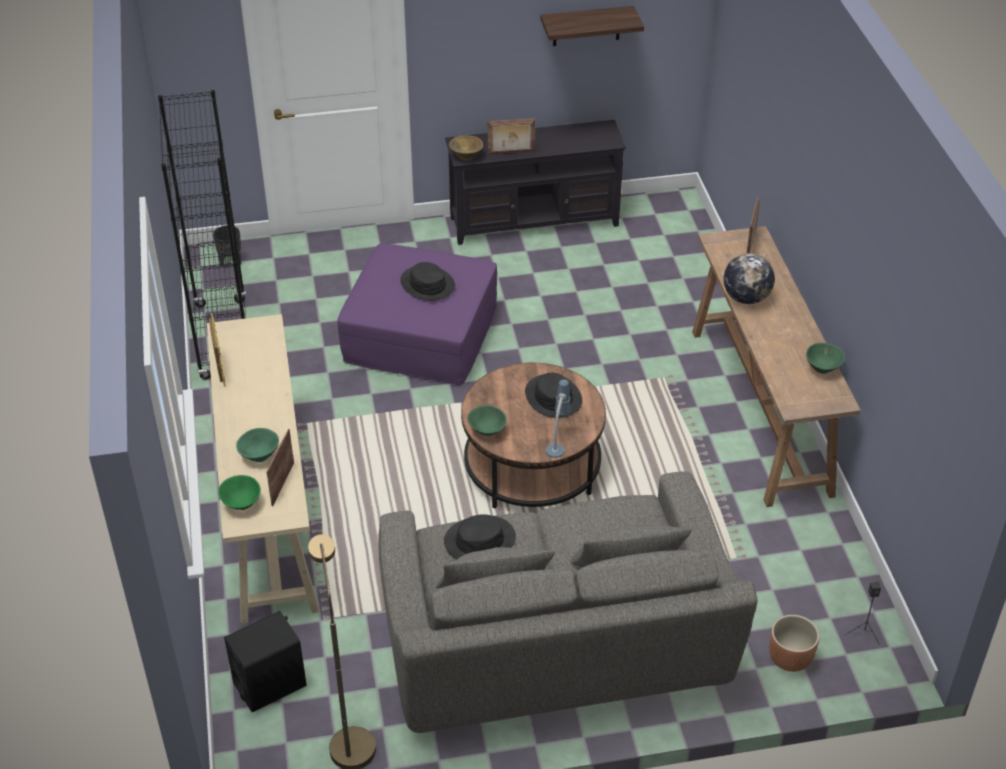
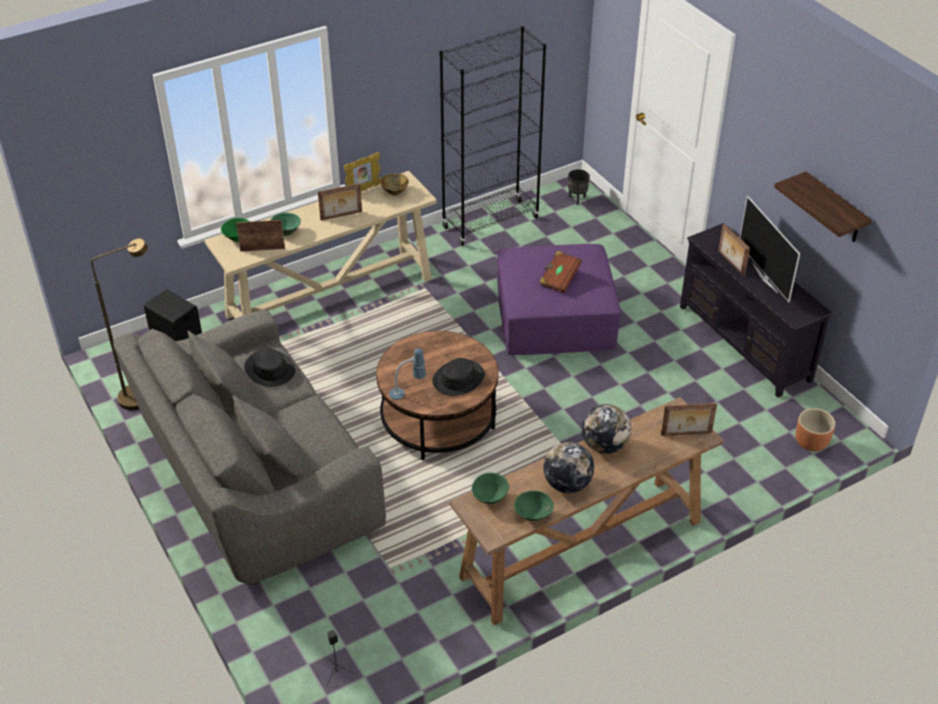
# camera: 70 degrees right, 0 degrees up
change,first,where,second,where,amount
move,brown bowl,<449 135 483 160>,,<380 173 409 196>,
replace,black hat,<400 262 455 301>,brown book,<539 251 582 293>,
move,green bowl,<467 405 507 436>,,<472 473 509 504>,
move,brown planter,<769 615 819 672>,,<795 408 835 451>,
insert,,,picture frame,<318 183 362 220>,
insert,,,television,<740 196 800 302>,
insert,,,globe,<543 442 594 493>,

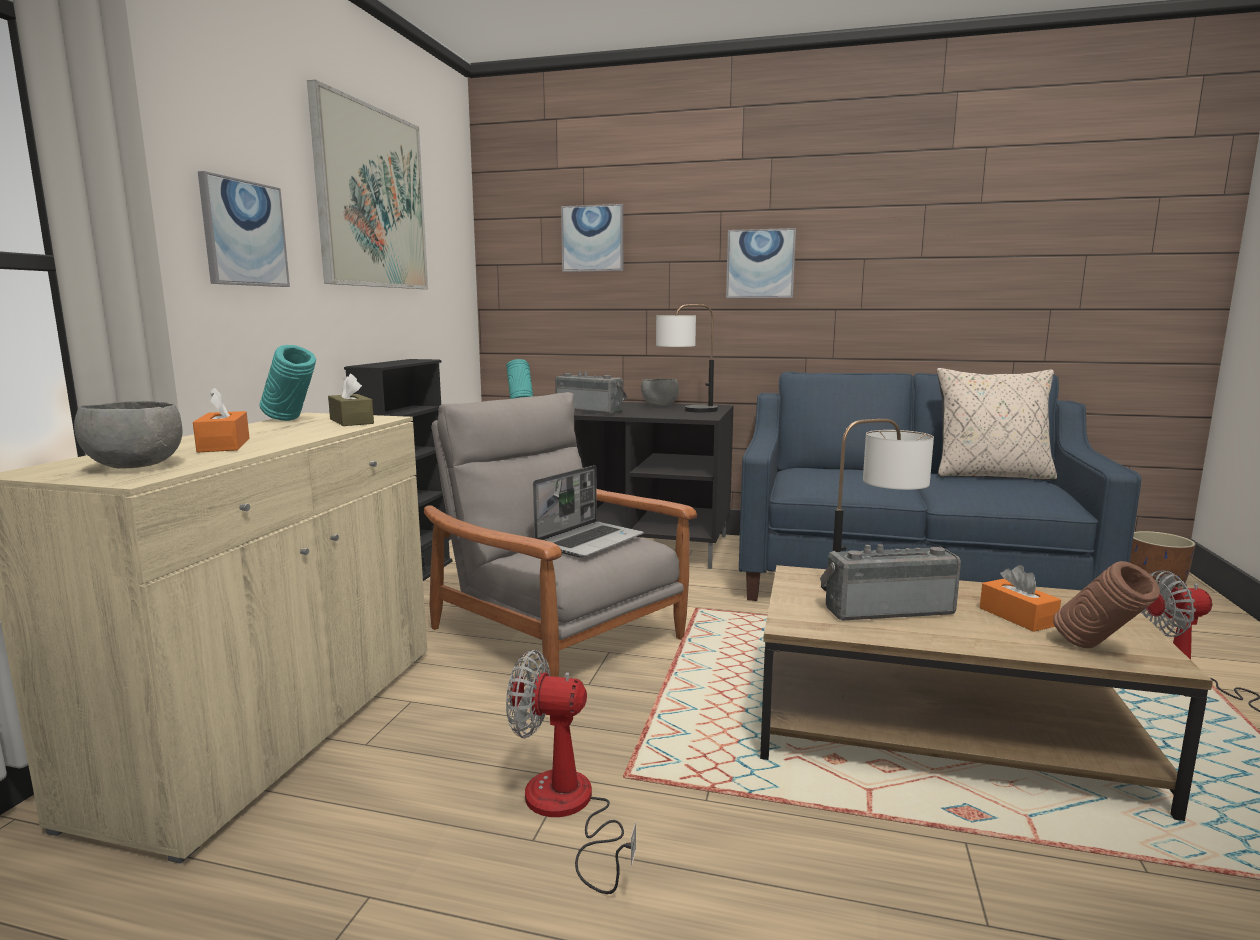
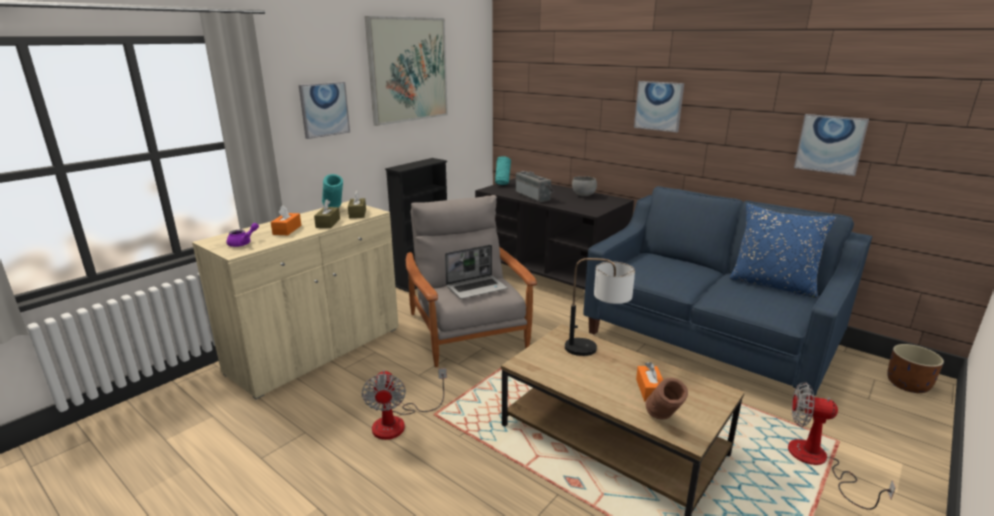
# camera: 25 degrees right, 10 degrees up
change,first,where,second,where,amount
move,picture,<561 204 623 272>,,<794 114 869 176>,
delete,table lamp,<656 304 718 413>,,,
recolor,beige pillow,<937 368 1057 481>,blue pillow,<730 203 836 298>,
replace,grey bowl,<74 401 182 469>,purple teapot,<226 223 259 247>,
delete,radio,<820 544 961 620>,,,
rotate,fan,<506 650 636 894>,,<362 368 447 440>,135 degrees counterclockwise
insert,,,brown tissue box,<314 199 340 228>,

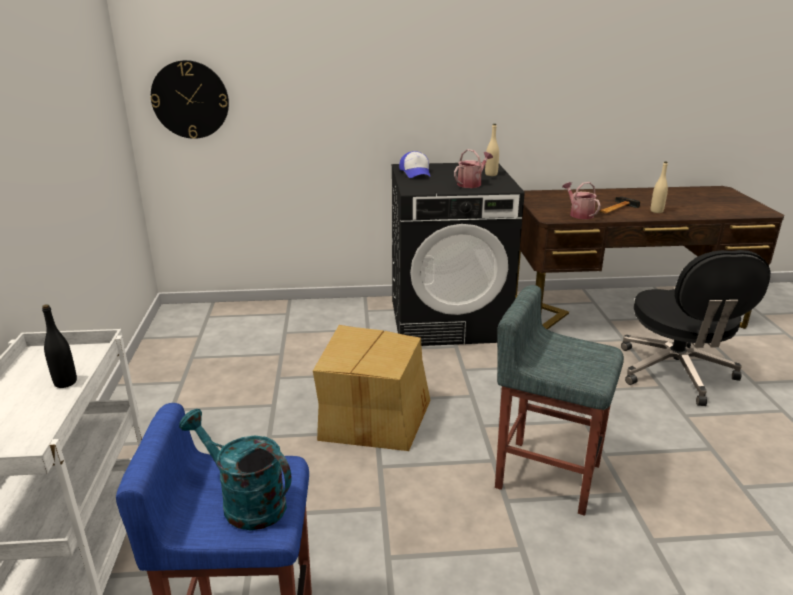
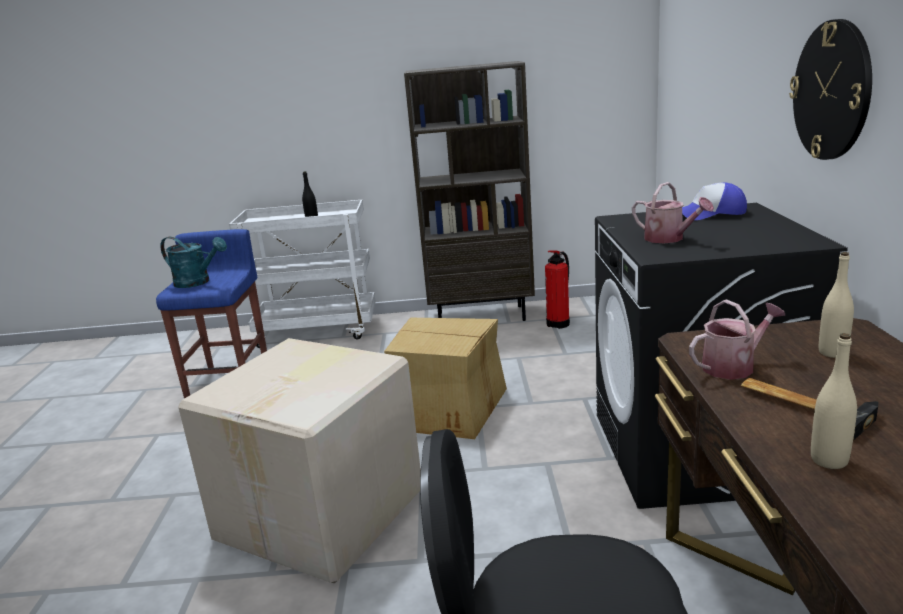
# camera: 95 degrees right, 5 degrees down
change,first,where,second,where,amount
move,wall clock,<151 60 229 139>,,<789 19 872 160>,
move,beige bottle,<485 124 499 176>,,<819 252 854 358>,
replace,grey stool,<495 285 624 516>,cardboard box,<179 338 421 583>,
rotate,turquoise watering can,<179 409 292 530>,,<160 237 227 288>,75 degrees clockwise
insert,,,brown bookcase,<404 61 535 321>,
insert,,,fire extinguisher,<545 250 570 329>,

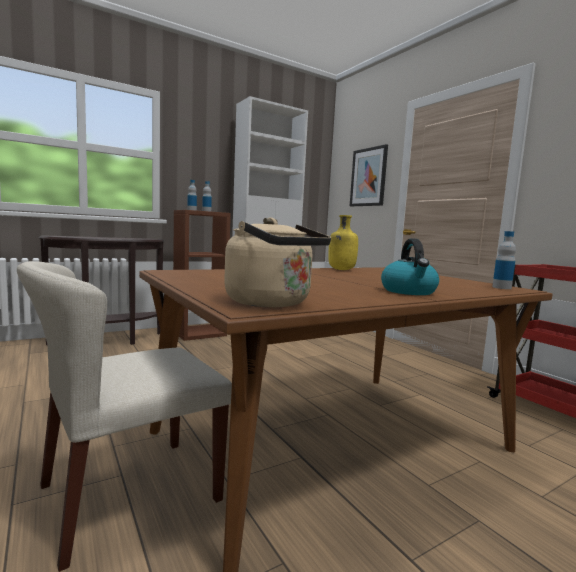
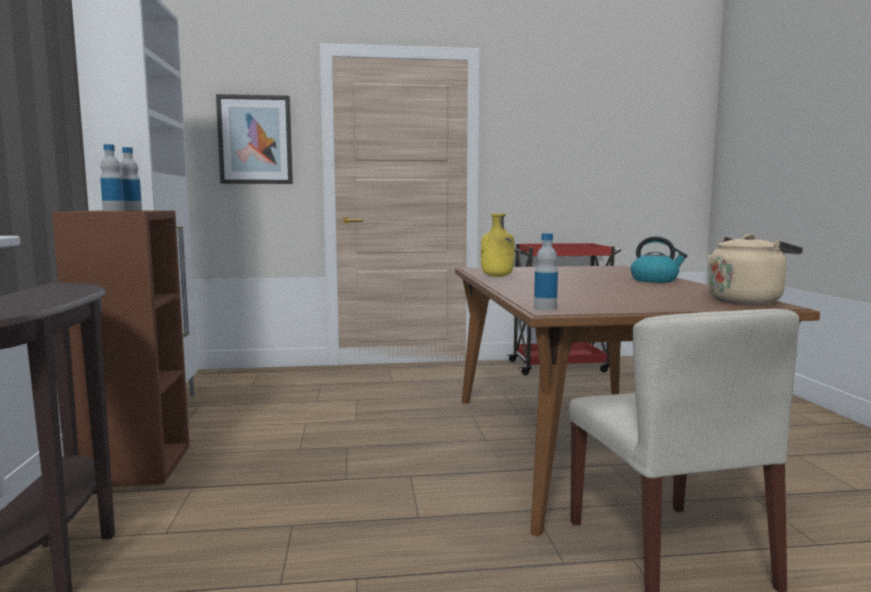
# camera: 65 degrees left, 0 degrees up
change,first,where,second,where,amount
move,bottle,<492 231 516 289>,,<534 233 558 310>,

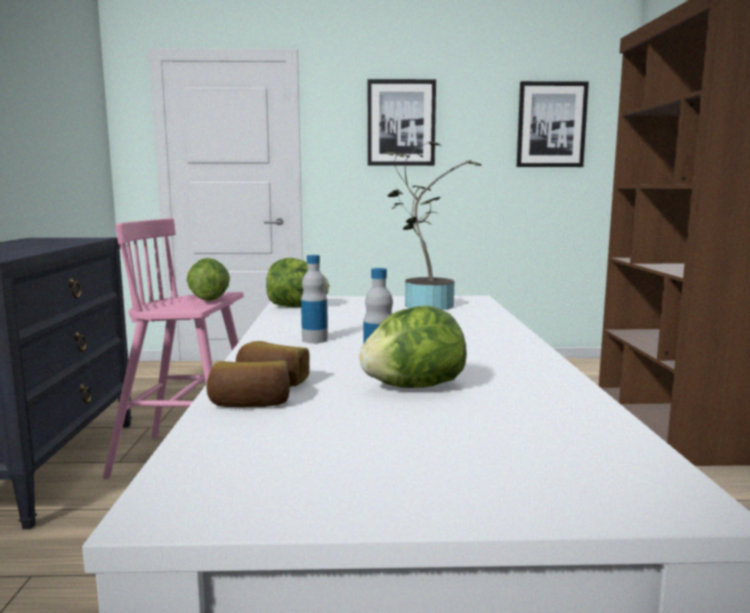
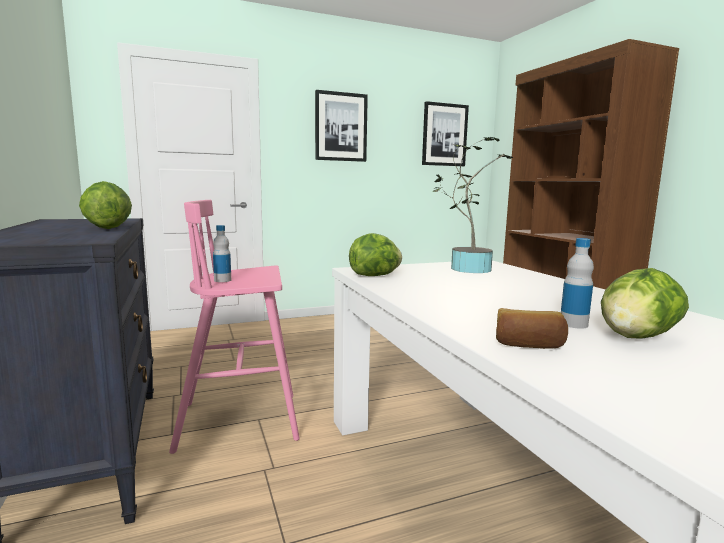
# camera: 20 degrees left, 0 degrees up
change,first,where,second,where,amount
move,bottle,<301 255 328 343>,,<213 225 231 282>,
move,lettuce,<187 258 230 301>,,<79 181 132 229>,
delete,bread,<206 361 290 407>,,,

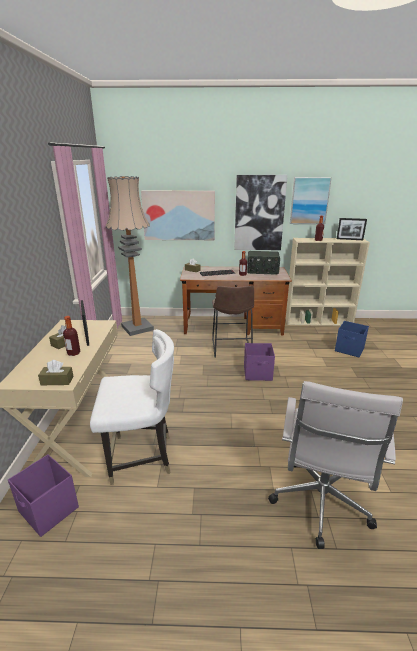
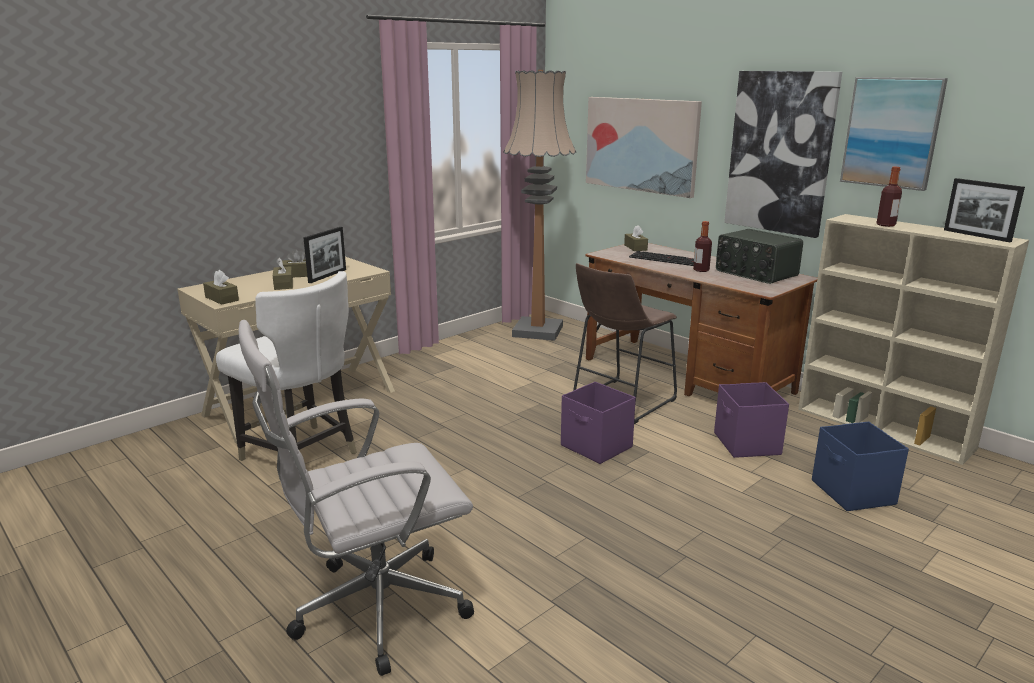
# camera: 45 degrees right, 5 degrees down
change,first,where,second,where,amount
replace,bottle,<63 316 81 356>,brown tissue box,<273 258 293 290>,
move,purple storage box,<8 454 79 537>,,<714 382 789 458>,

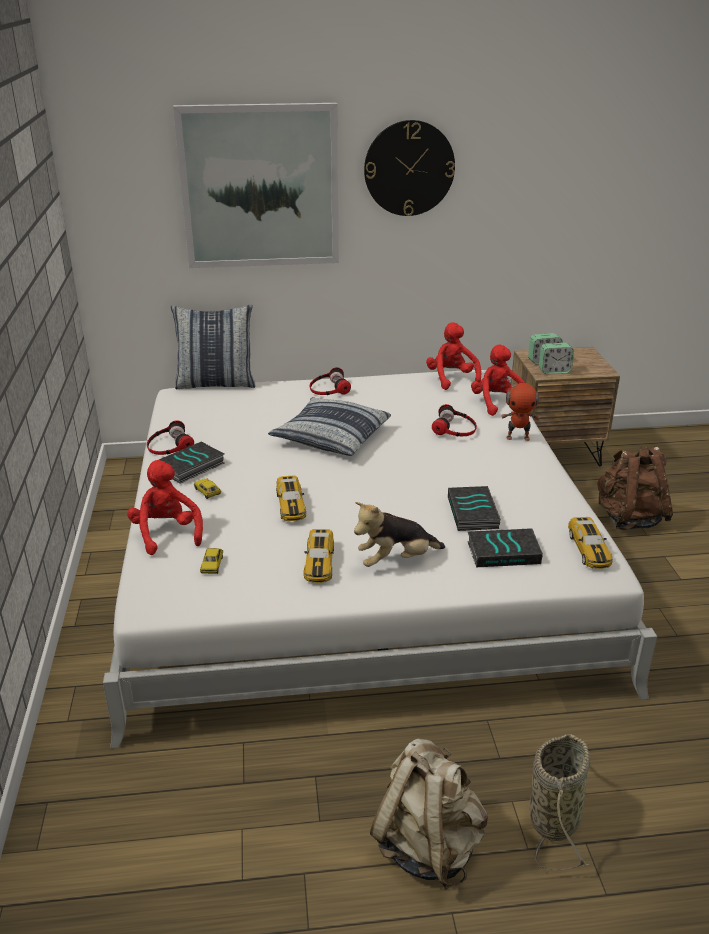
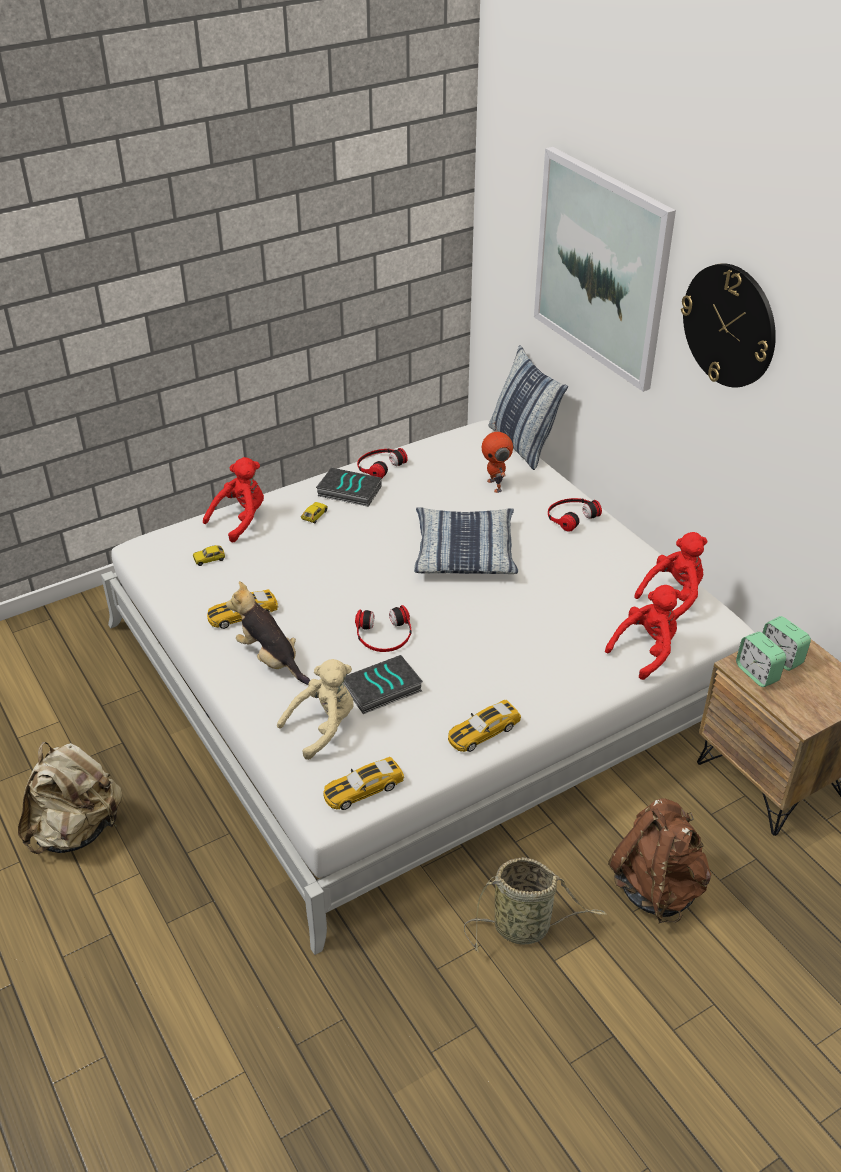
# camera: 65 degrees right, 10 degrees up
change,first,where,second,where,amount
move,toy robot,<501 379 539 441>,,<482 421 513 493>,
move,headphones,<432 404 477 436>,,<355 605 412 652>,
move,toy car,<276 475 306 521>,,<448 700 521 752>,
replace,book,<467 528 543 567>,beige plush toy,<277 659 354 760>,
move,basket,<530 733 589 870>,,<464 857 607 952>,

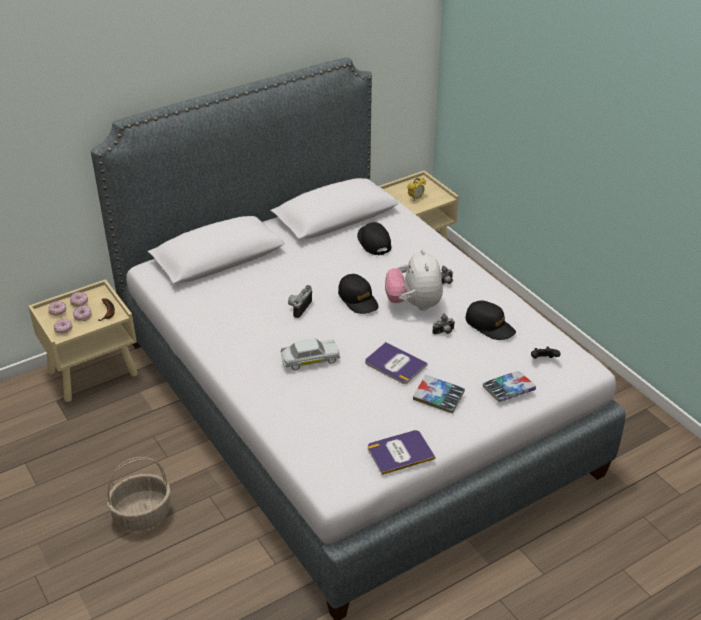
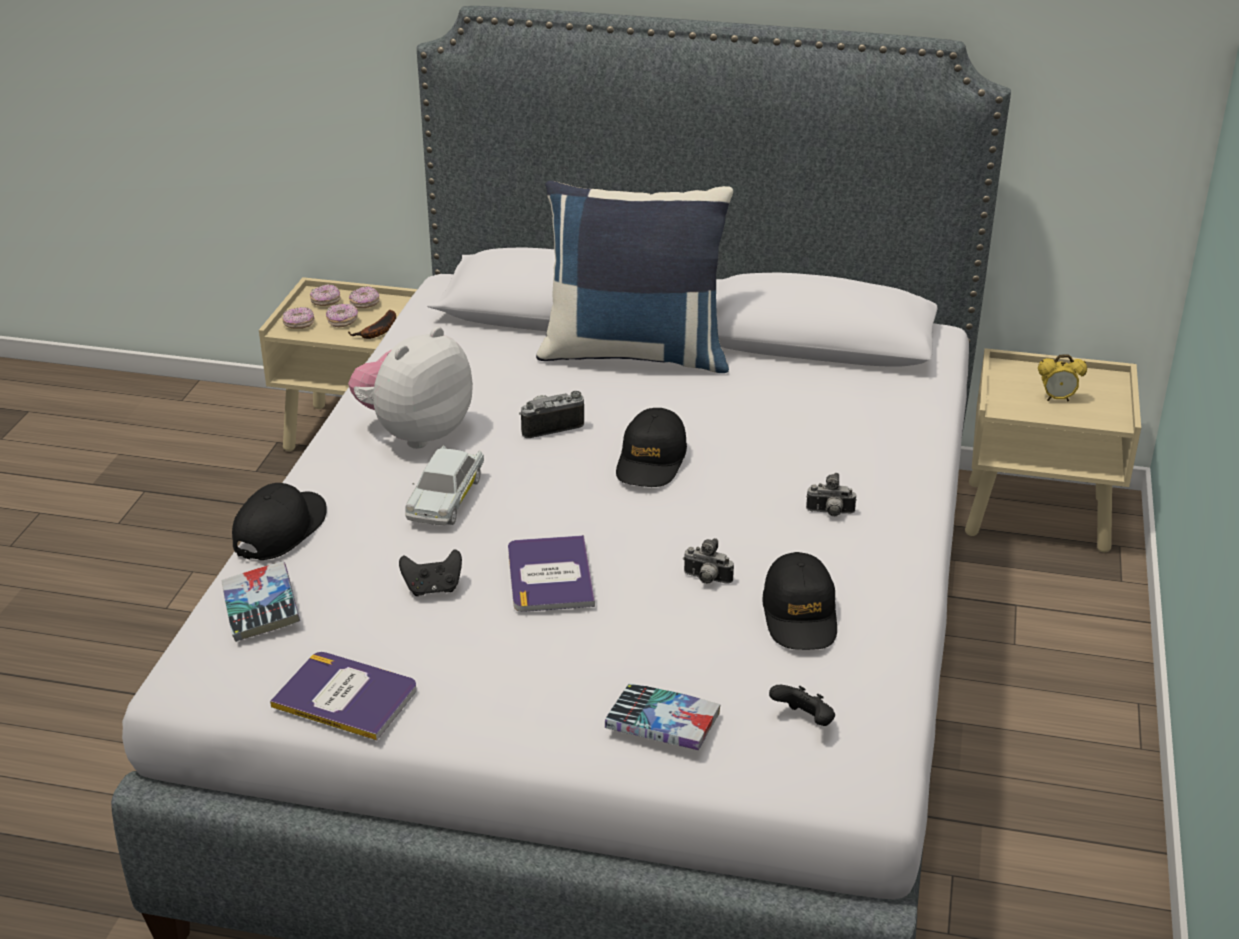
# camera: 45 degrees right, 5 degrees down
change,first,where,second,where,amount
move,black cap,<357 222 391 255>,,<232 483 327 560>,
move,plush toy,<385 249 443 311>,,<348 327 473 449>,
rotate,white toy car,<281 338 340 370>,,<405 445 484 525>,75 degrees clockwise
move,book,<413 375 465 413>,,<221 561 300 642>,
delete,basket,<107 457 171 531>,,,
insert,,,blue pillow,<536 180 733 373>,
insert,,,black game controller,<399 549 462 596>,

